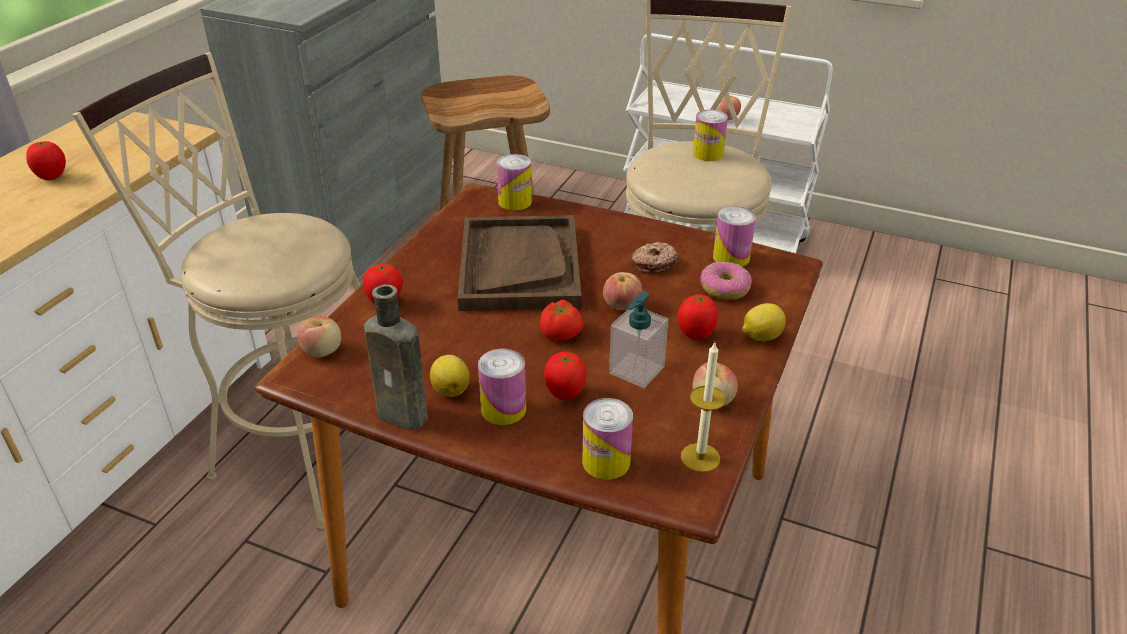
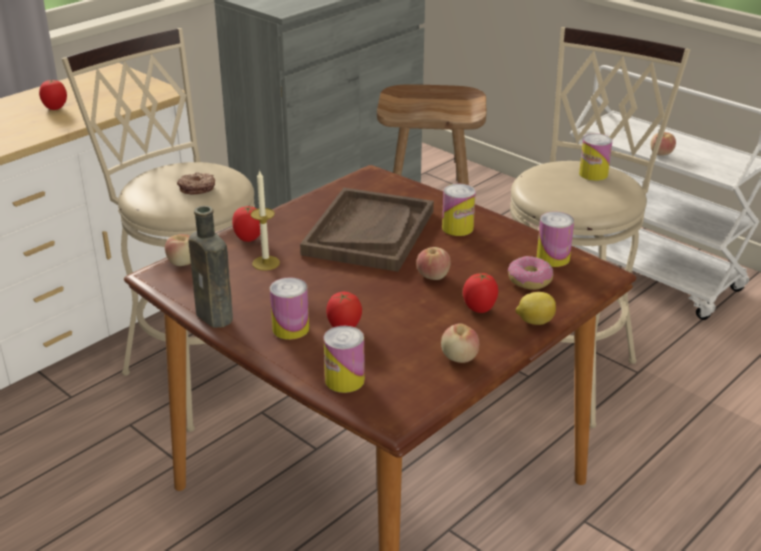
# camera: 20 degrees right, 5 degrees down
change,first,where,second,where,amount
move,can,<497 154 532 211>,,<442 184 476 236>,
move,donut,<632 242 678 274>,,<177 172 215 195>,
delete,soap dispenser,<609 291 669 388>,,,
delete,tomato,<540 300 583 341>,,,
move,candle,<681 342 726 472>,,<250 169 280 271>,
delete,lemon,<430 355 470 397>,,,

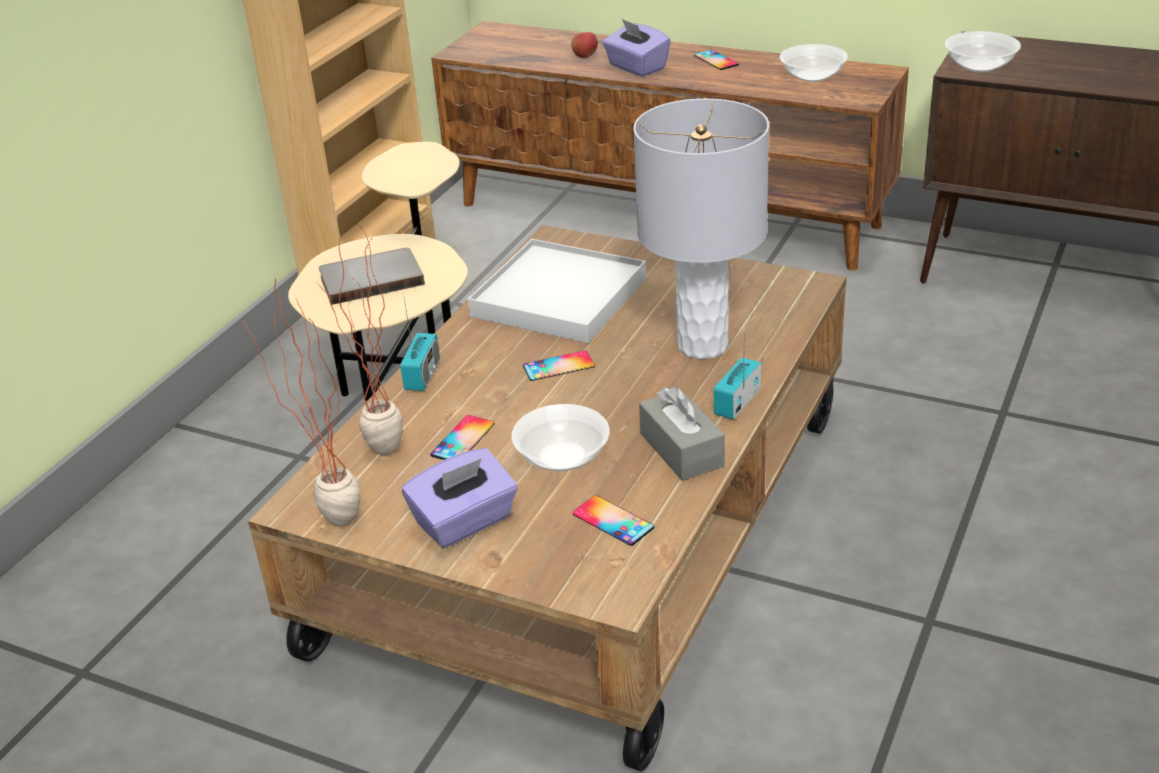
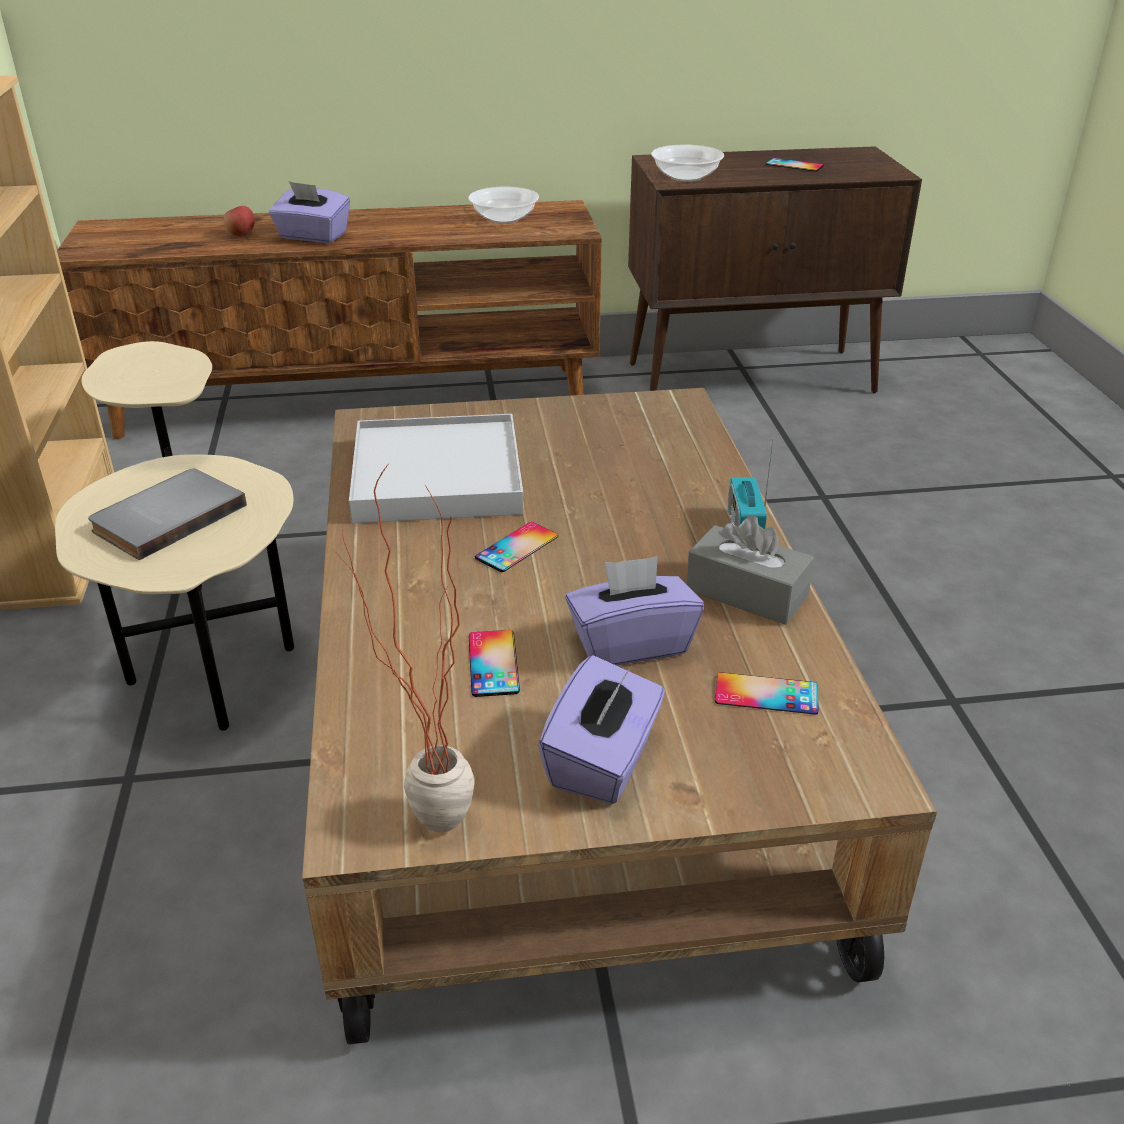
# camera: 35 degrees left, 0 degrees up
change,first,where,second,where,amount
move,phone,<694 50 739 70>,,<766 158 824 172>,
delete,grey table lamp,<633 98 769 359>,,,
delete,potted plant,<317 220 403 455>,,,
delete,radio,<400 292 440 391>,,,
replace,bowl,<511 404 610 471>,purple tissue box,<565 556 704 666>,

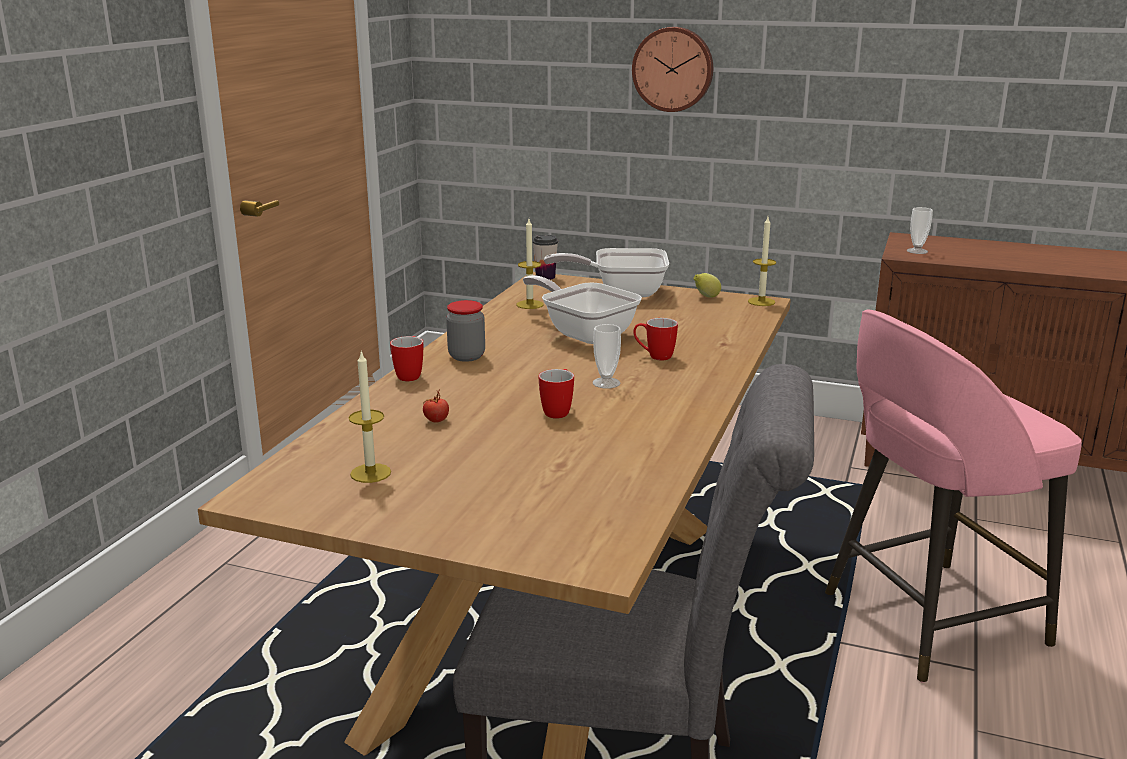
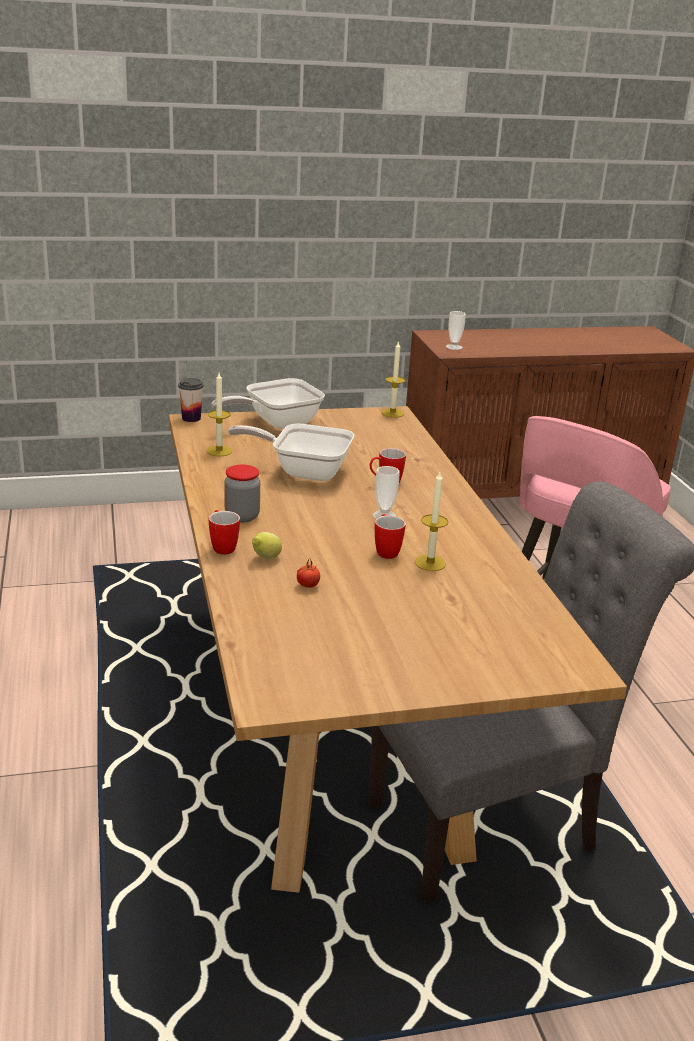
# camera: 35 degrees left, 5 degrees up
change,first,where,second,where,amount
delete,wall clock,<632 27 713 112>,,,
move,lemon,<694 273 721 298>,,<252 532 282 559>,
move,candle,<349 351 391 483>,,<415 472 448 571>,

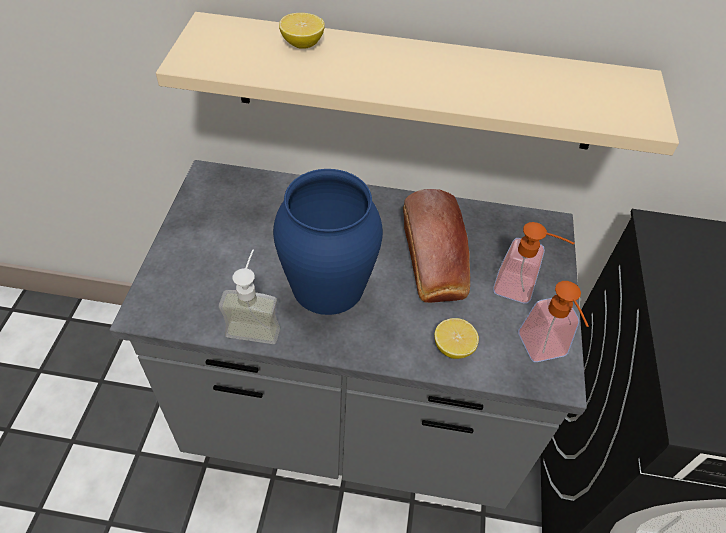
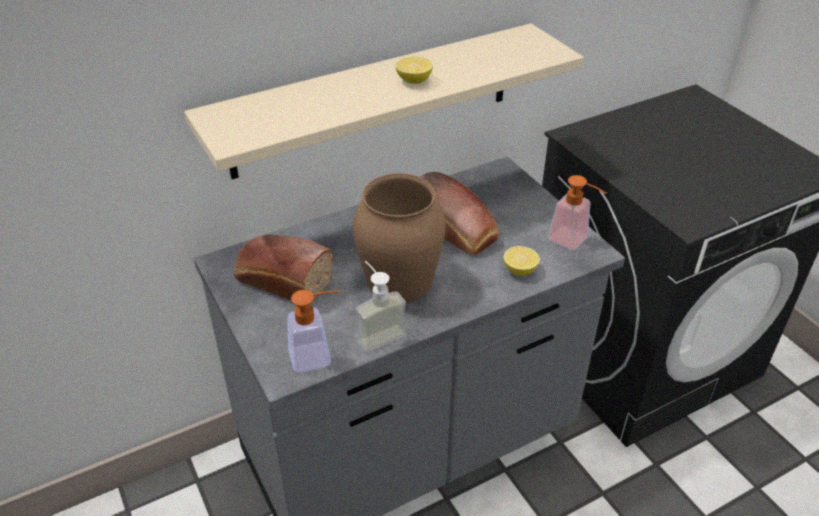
# camera: 35 degrees left, 10 degrees down
change,first,where,second,where,amount
move,lemon,<279 13 325 48>,,<395 56 433 84>,
recolor,blue vase,<273 169 383 315>,brown vase,<353 173 446 303>,
move,soap dispenser,<493 222 575 304>,,<287 290 340 373>,
insert,,,bread,<234 235 333 303>,

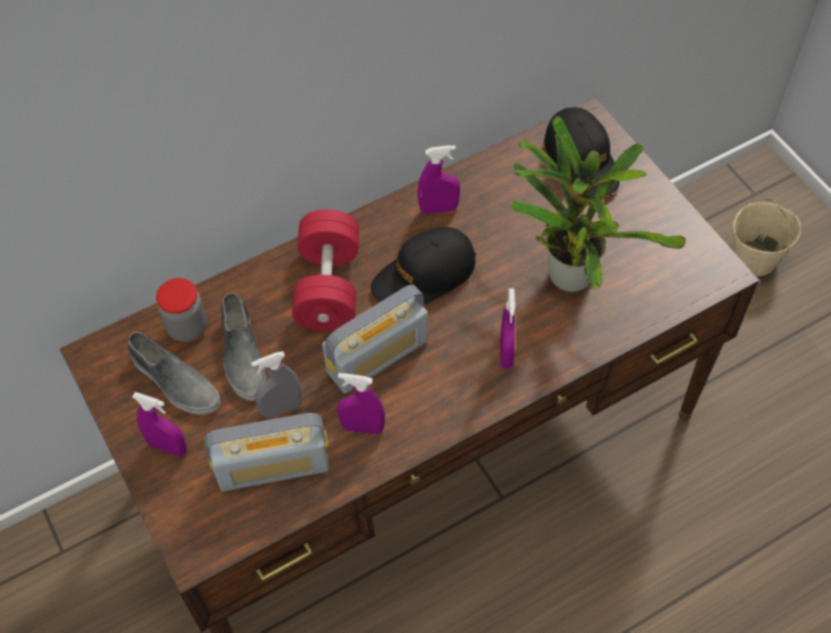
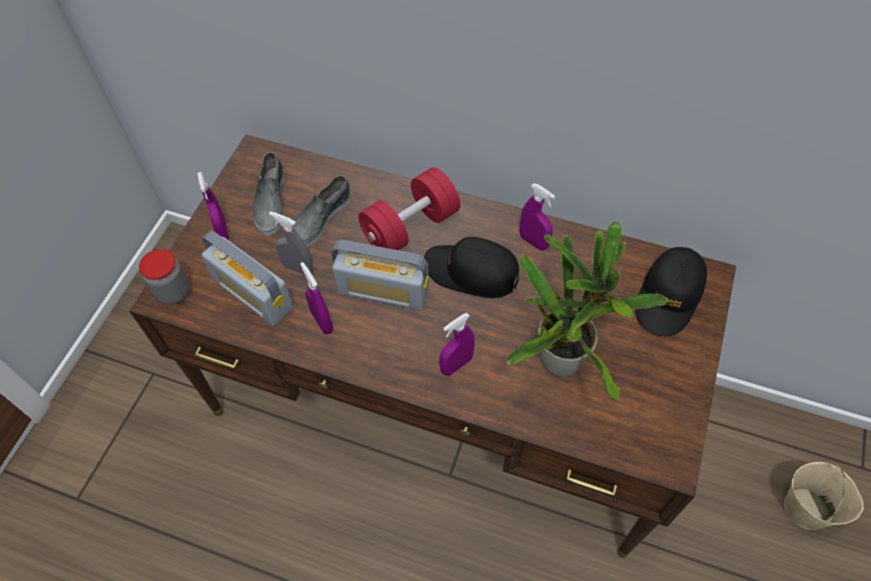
# camera: 50 degrees right, 0 degrees up
change,first,where,second,where,amount
move,jar,<156 278 207 342>,,<139 249 190 305>,

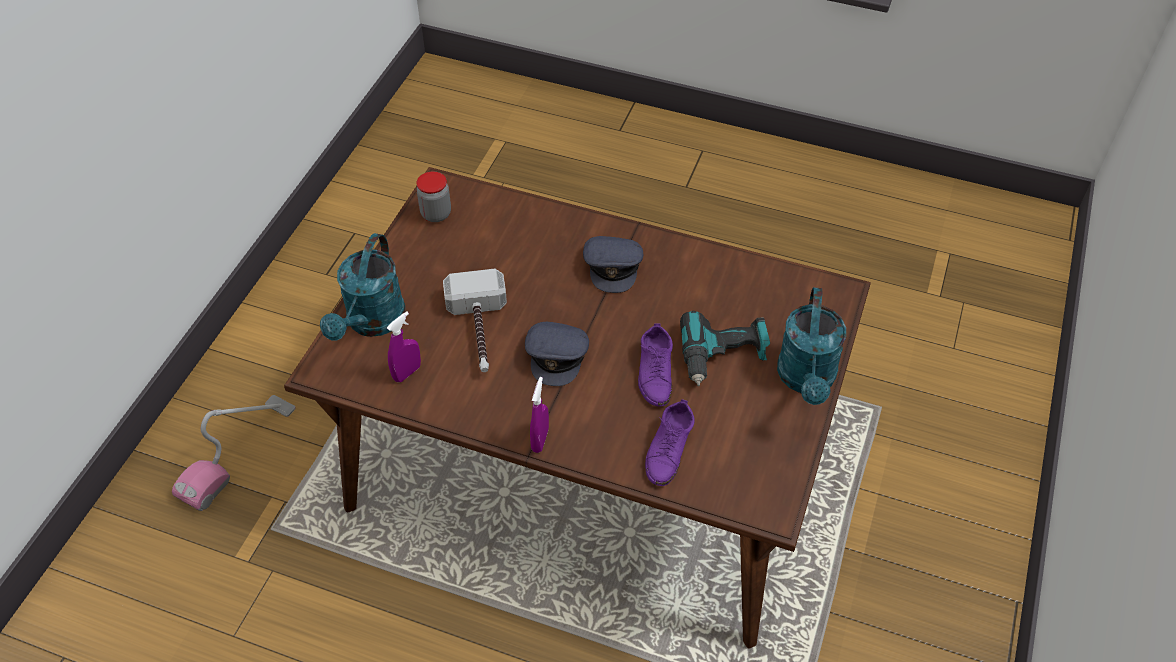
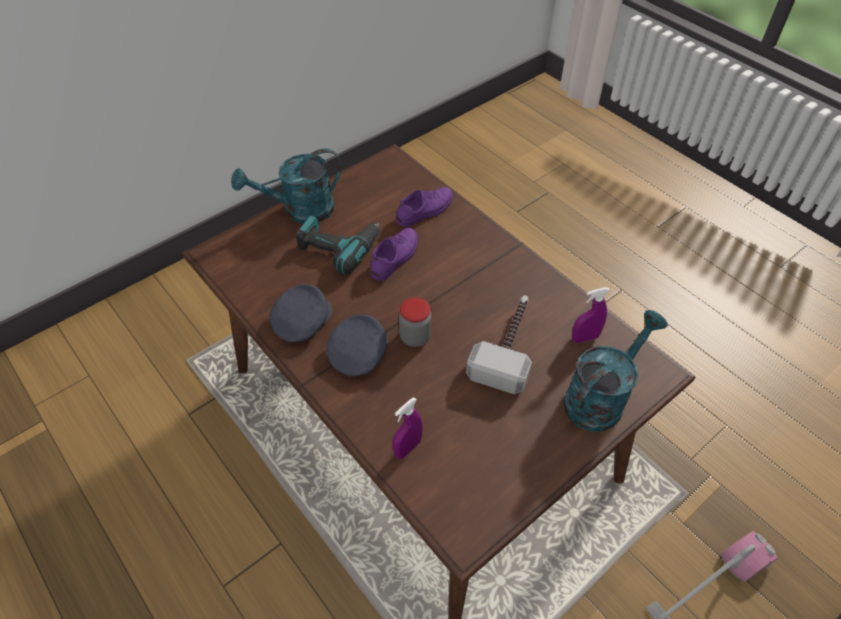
# camera: 150 degrees left, 0 degrees up
change,first,where,second,where,amount
move,jar,<417 171 451 222>,,<399 297 432 347>,
rotate,turquoise watering can,<777 287 846 405>,,<231 148 342 224>,150 degrees counterclockwise
move,grey cap,<525 322 589 386>,,<270 284 332 343>,
move,purple spray bottle,<530 377 549 453>,,<393 397 423 459>,

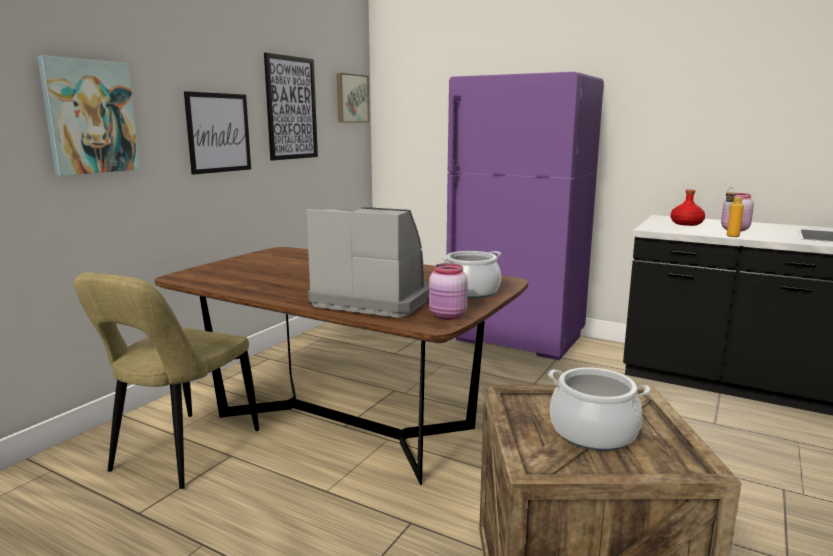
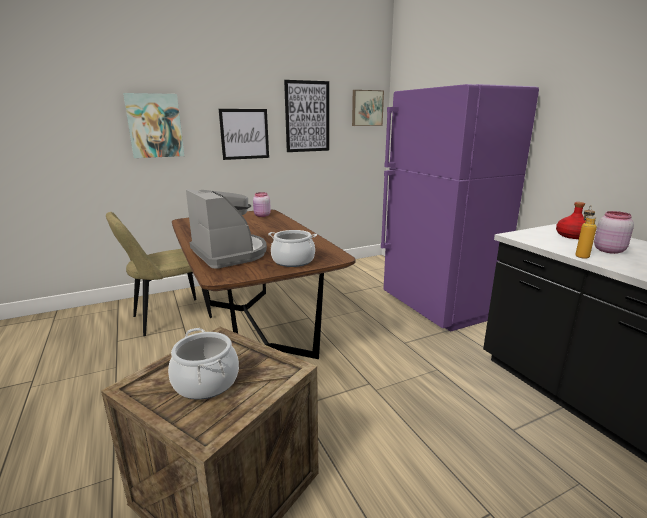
# camera: 35 degrees right, 5 degrees up
change,first,where,second,where,amount
move,pink jar,<429 263 468 320>,,<253 192 271 217>,

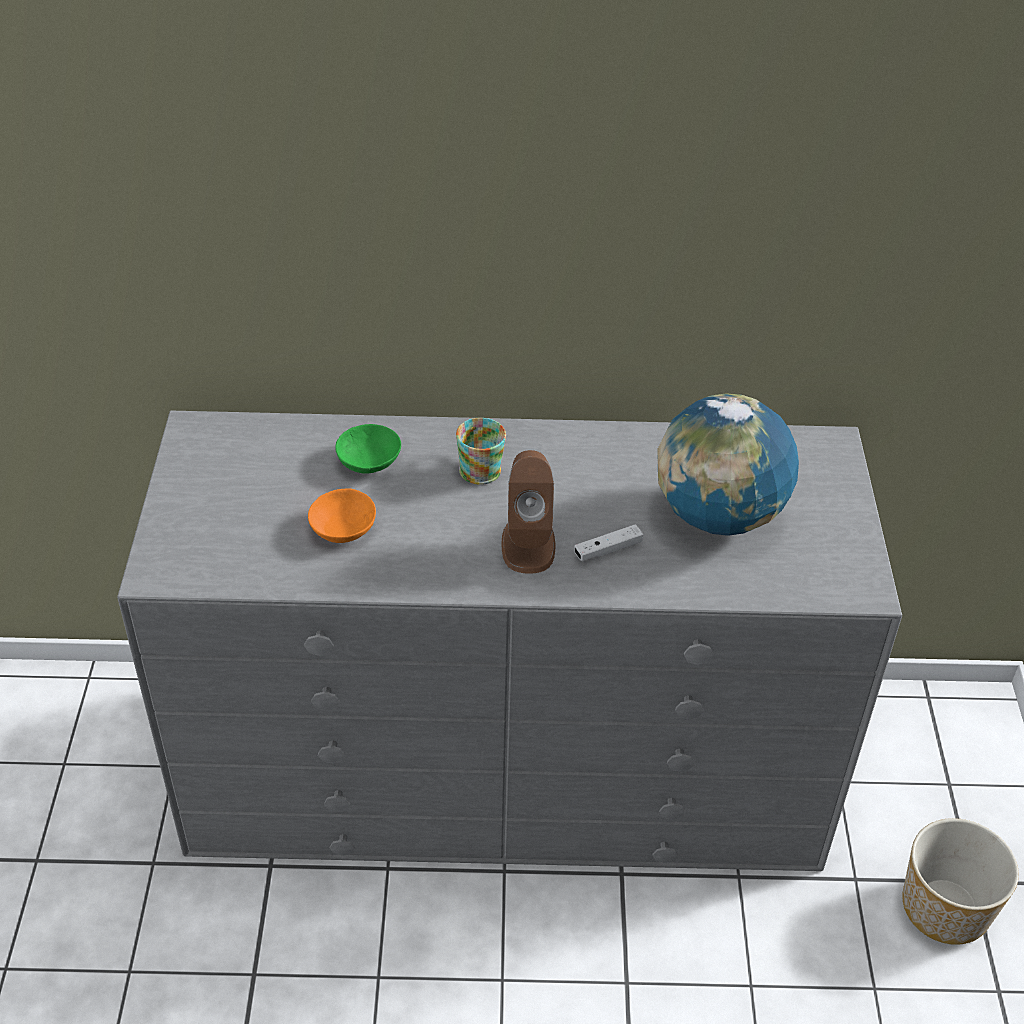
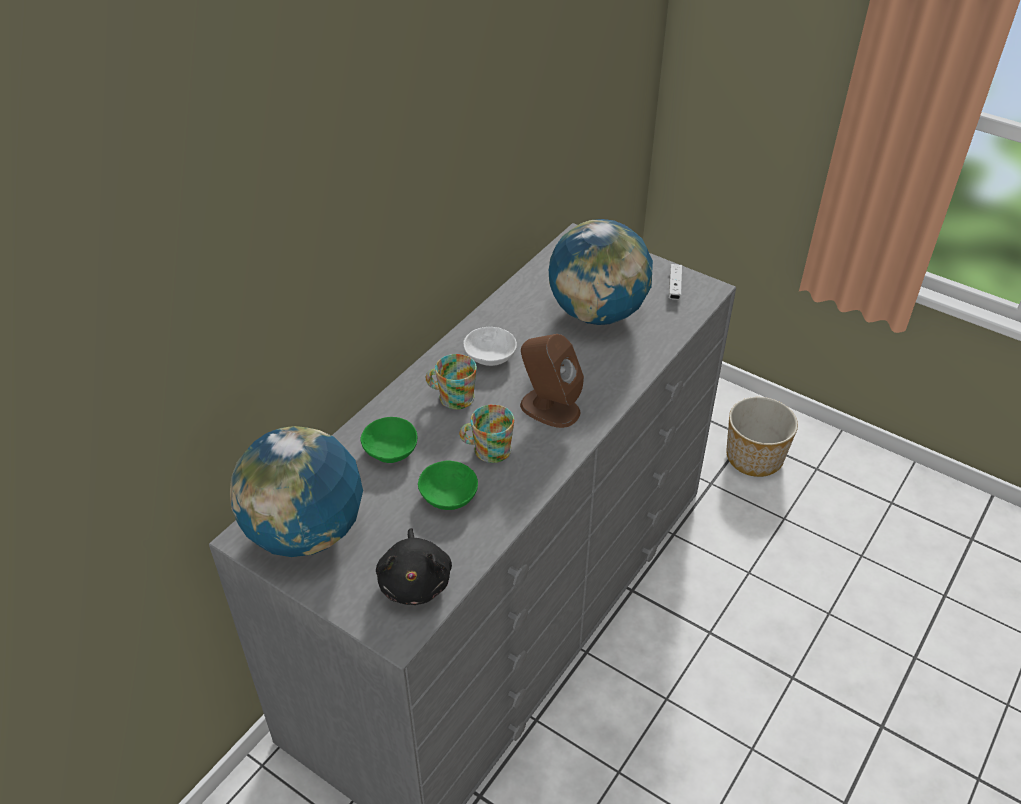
# camera: 55 degrees left, 0 degrees up
change,first,where,second,where,amount
recolor,orange bowl,<308 488 376 543>,green bowl,<418 461 478 510>,
move,white game controller,<574 524 643 561>,,<669 264 682 300>,
insert,,,white bowl,<463 327 517 366>,
insert,,,mug,<459 404 514 463>,
insert,,,globe,<230 426 363 557>,
insert,,,black plush toy,<376 528 452 605>,

